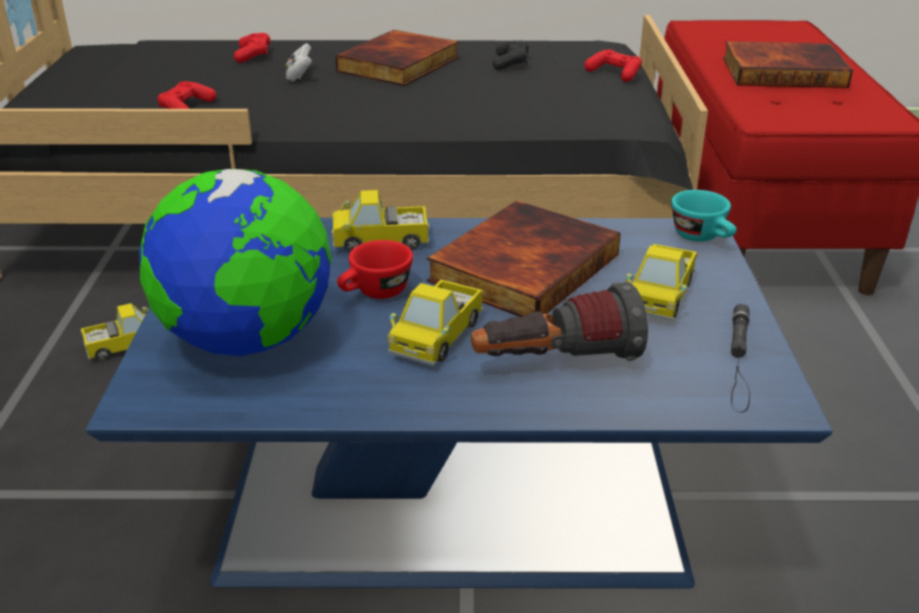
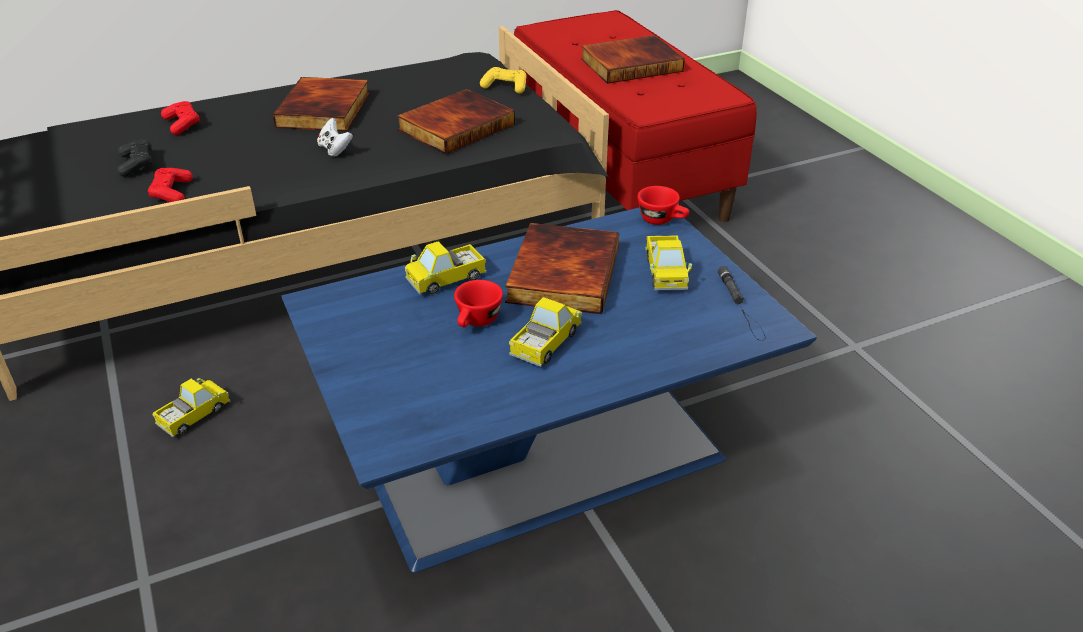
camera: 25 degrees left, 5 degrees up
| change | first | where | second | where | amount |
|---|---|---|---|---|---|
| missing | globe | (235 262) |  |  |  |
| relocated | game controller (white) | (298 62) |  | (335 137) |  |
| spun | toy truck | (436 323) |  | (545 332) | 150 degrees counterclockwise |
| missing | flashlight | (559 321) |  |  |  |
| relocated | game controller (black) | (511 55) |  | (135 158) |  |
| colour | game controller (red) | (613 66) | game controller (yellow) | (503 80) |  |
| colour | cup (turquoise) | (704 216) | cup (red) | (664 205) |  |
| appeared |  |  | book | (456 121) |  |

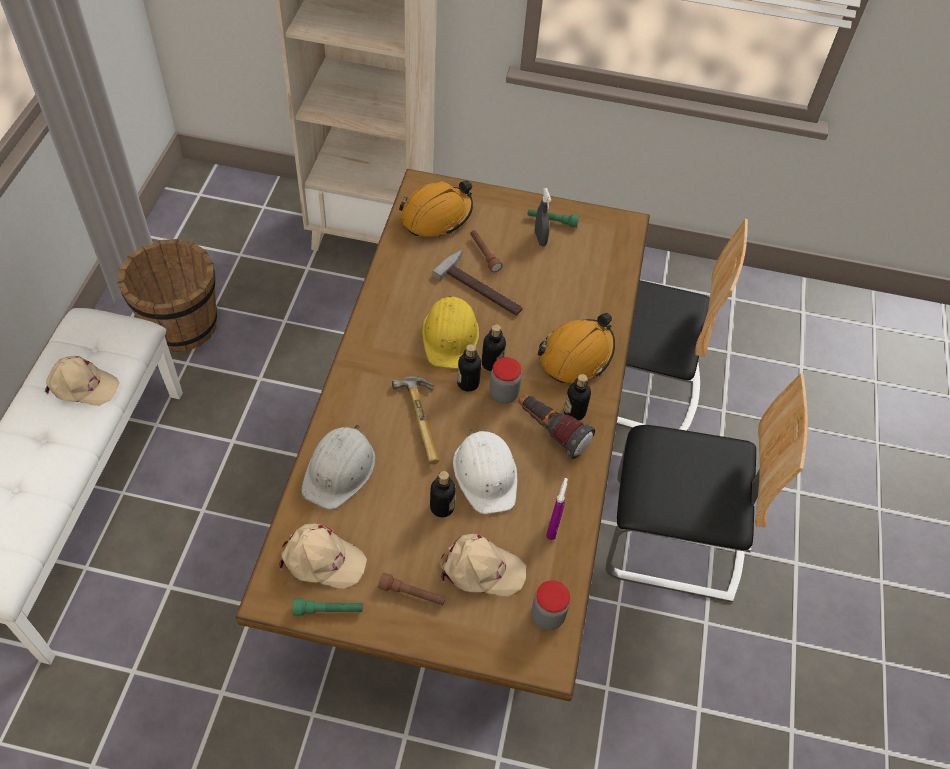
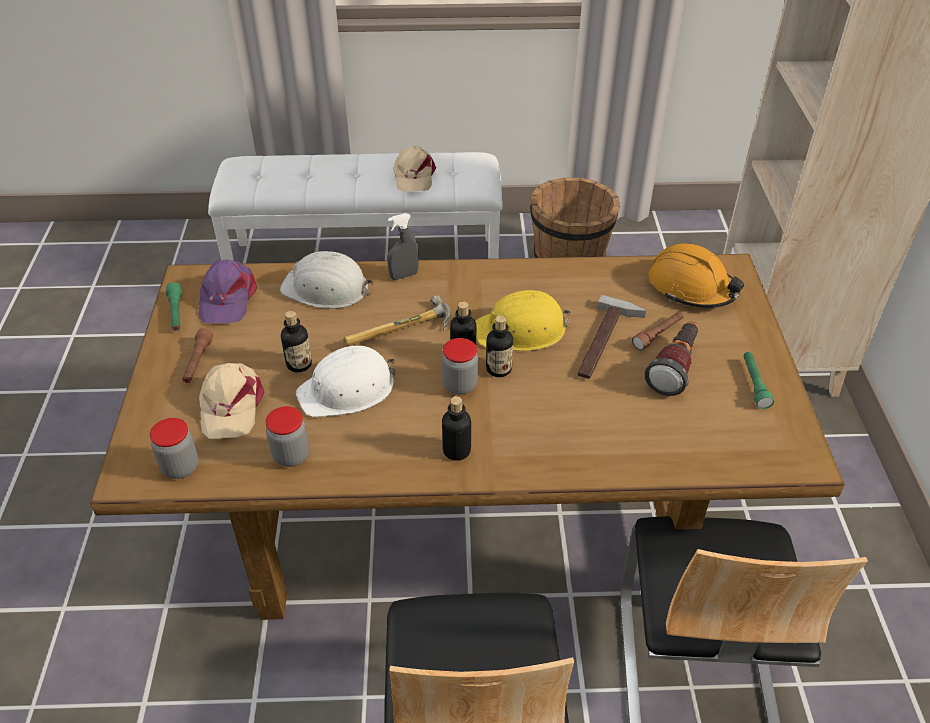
camera: 80 degrees right, 10 degrees down
| change | first | where | second | where | amount |
|---|---|---|---|---|---|
| colour | cap (beige) | (323 556) | cap (purple) | (228 291) |  |
| relocated | flashlight | (557 427) |  | (671 358) |  |
| relocated | spray bottle (grey) | (543 217) |  | (403 246) |  |
| missing | hard hat (orange) | (576 348) |  |  |  |
| exchanged | spray bottle (purple) | (557 509) | jar | (287 436) |  |

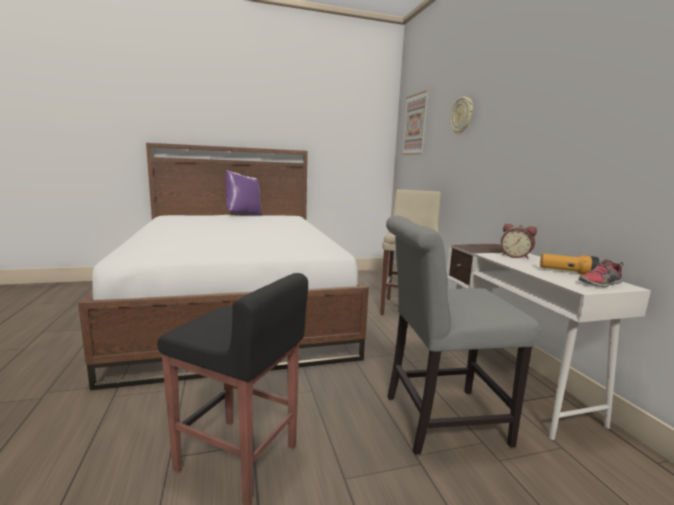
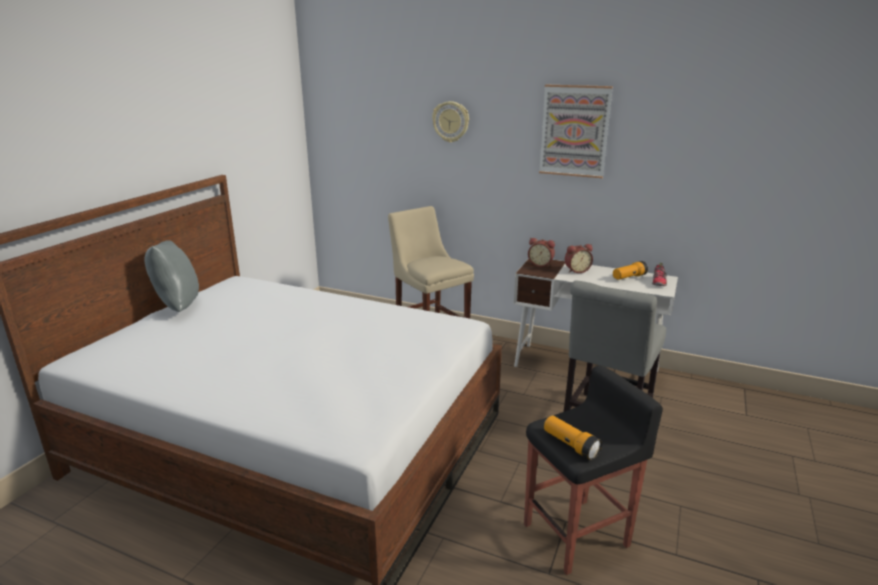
camera: 50 degrees left, 10 degrees up
| change | first | where | second | where | amount |
|---|---|---|---|---|---|
| colour | pillow (purple) | (243 192) | pillow (grey) | (171 276) |  |
| relocated | picture | (415 122) |  | (576 131) |  |
| appeared |  |  | alarm clock | (541 252) |  |
| appeared |  |  | flashlight | (573 437) |  |

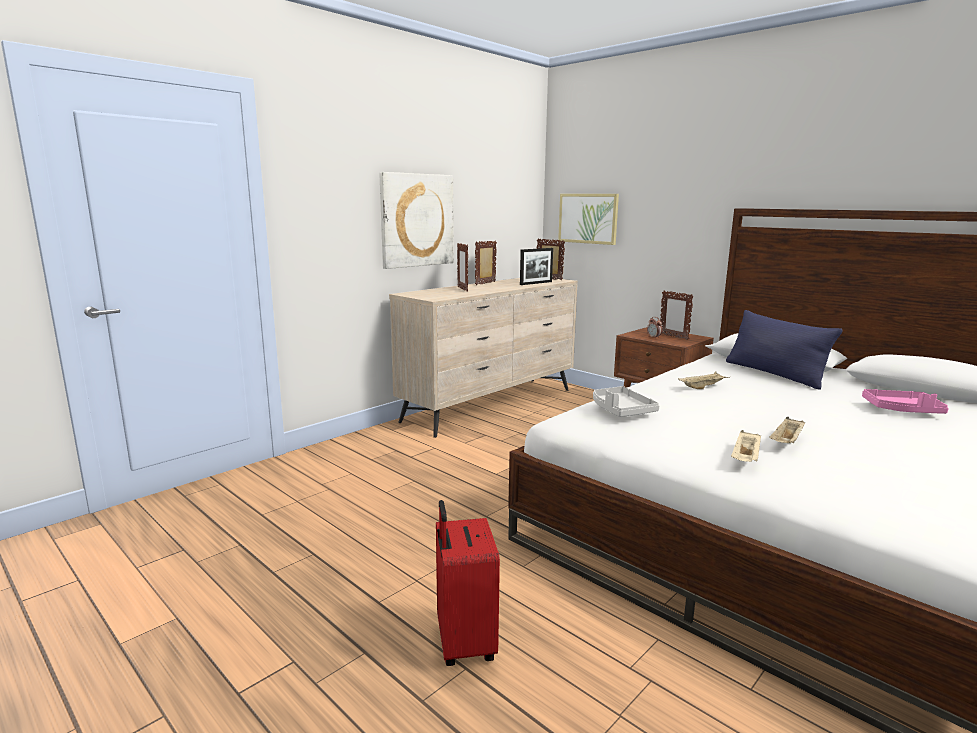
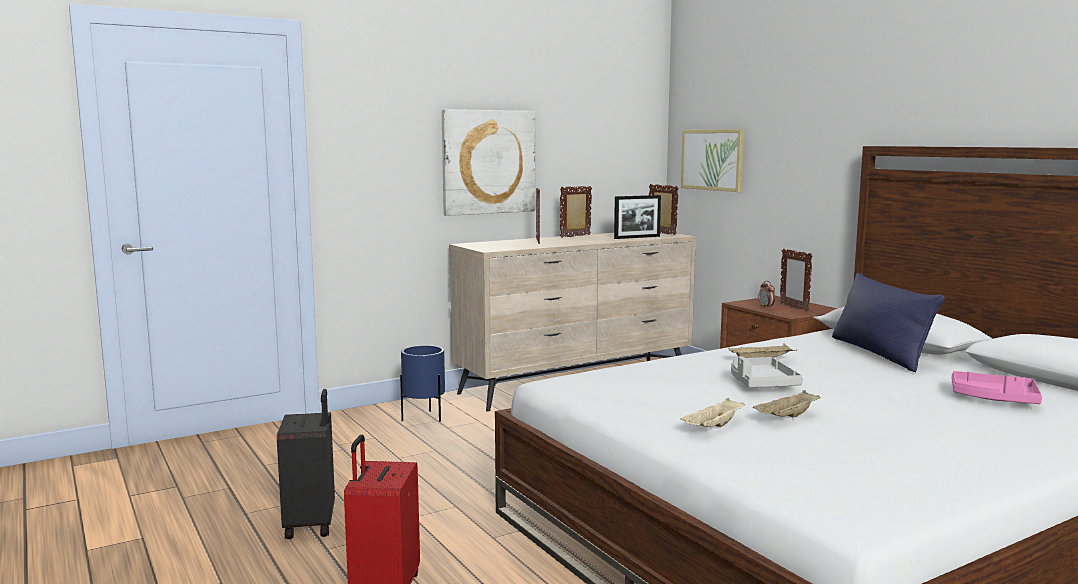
camera: 15 degrees right, 5 degrees down
| change | first | where | second | where | amount |
|---|---|---|---|---|---|
| relocated | tray (grey) | (626 401) |  | (767 372) |  |
| appeared |  |  | suitcase (black) | (306 464) |  |
| appeared |  |  | planter (blue) | (422 383) |  |

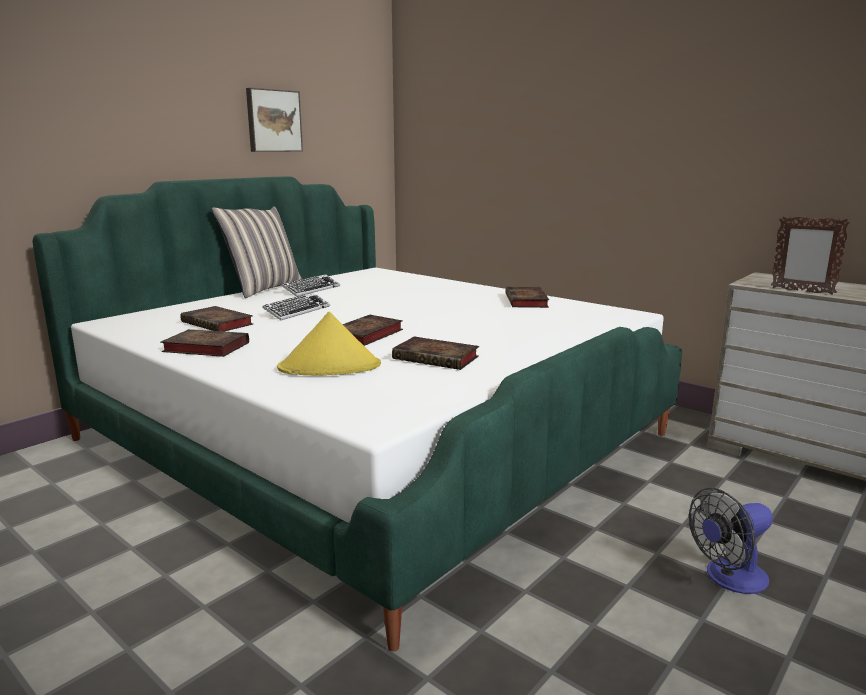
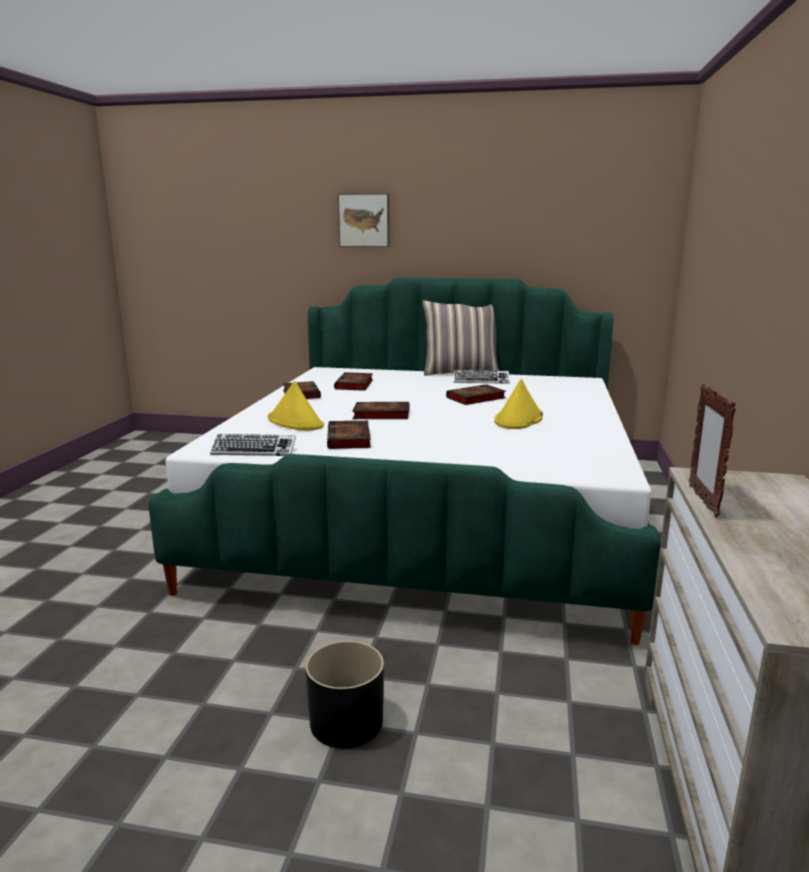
camera: 60 degrees right, 0 degrees up
| change | first | where | second | where | amount |
|---|---|---|---|---|---|
| relocated | picture | (274 120) |  | (364 220) |  |
| relocated | keyboard | (296 306) |  | (253 445) |  |
| relocated | book | (527 297) |  | (476 394) |  |
| exchanged | fan | (731 541) | planter (black) | (344 694) |  |
| appeared |  |  | hat (yellow) | (518 404) |  |

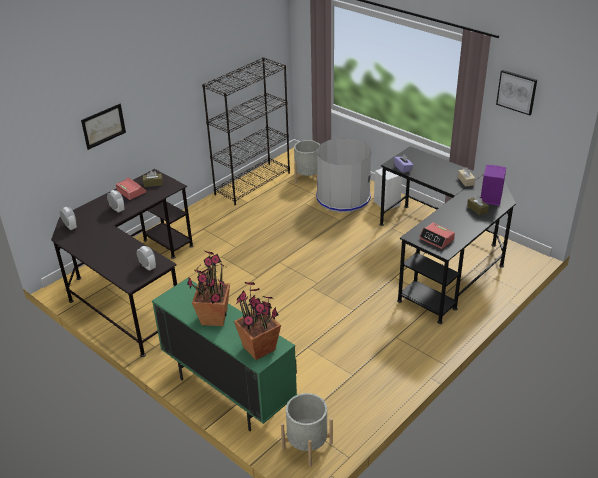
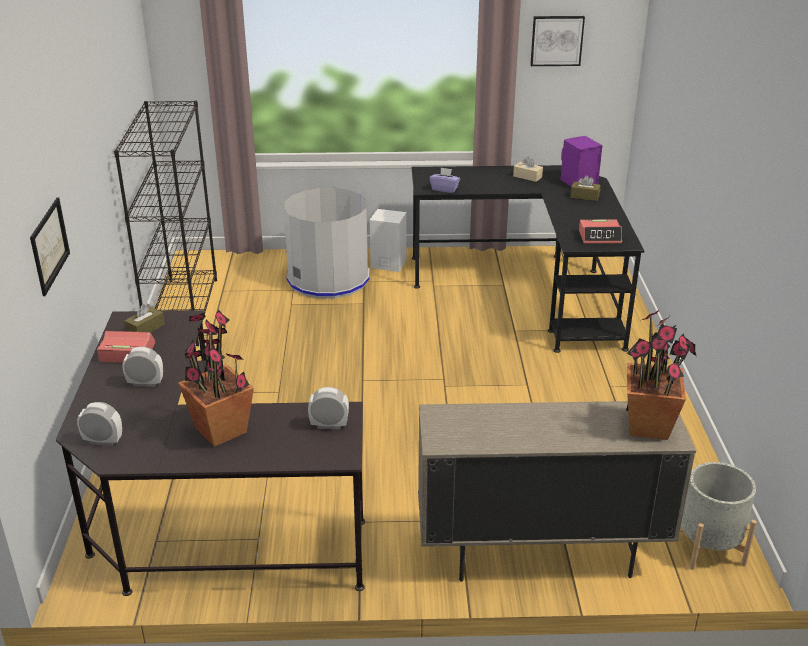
camera: 45 degrees left, 5 degrees down
| change | first | where | second | where | amount |
|---|---|---|---|---|---|
| colour | cabinet (green) | (224 354) | cabinet (beige) | (557 491) |  |
| relocated | potted plant | (208 288) |  | (216 378) |  |
| missing | planter (grey) | (307 162) |  |  |  |

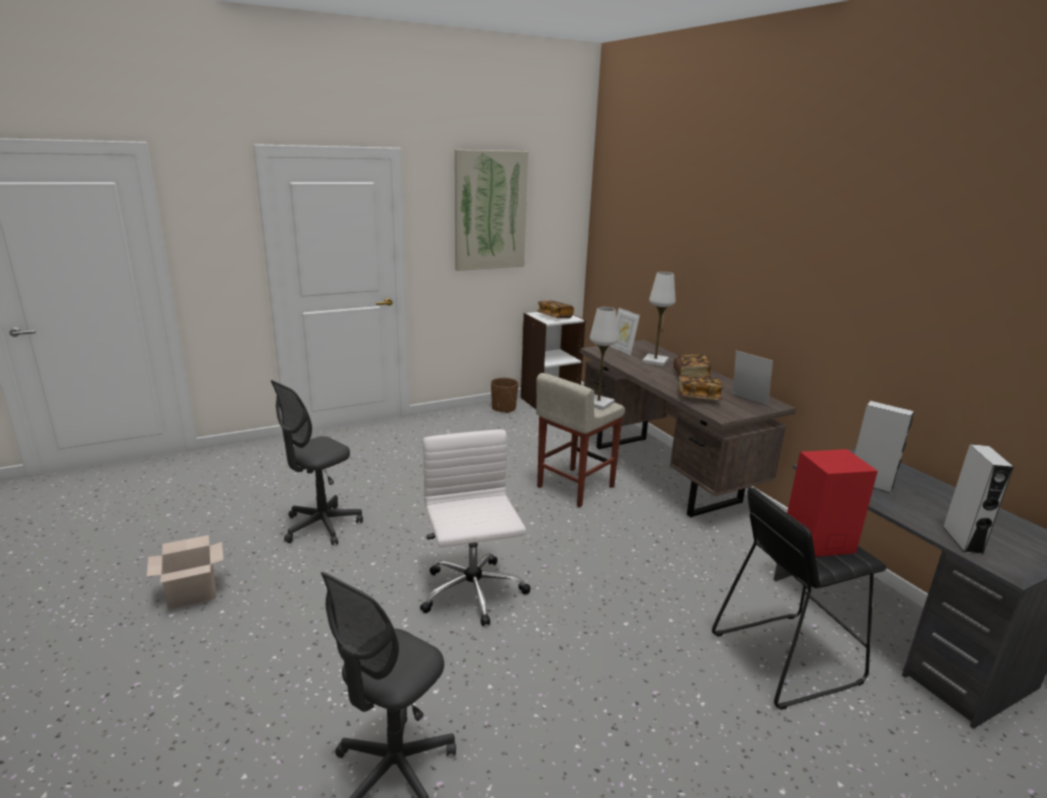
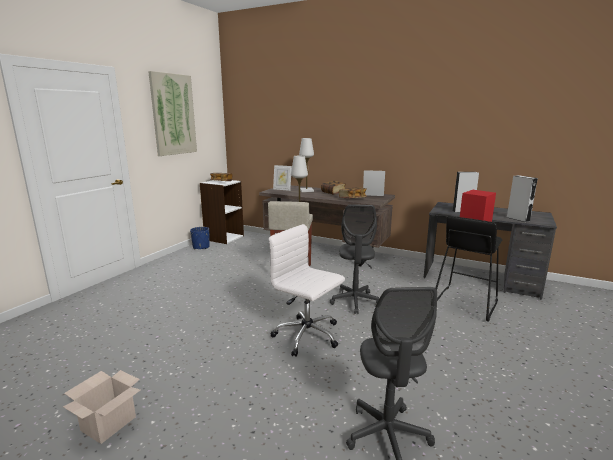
camera: 35 degrees left, 5 degrees down
| change | first | where | second | where | amount |
|---|---|---|---|---|---|
| relocated | office chair (grey) | (317 463) |  | (354 259) |  |
| colour | planter (brown) | (504 395) | planter (blue) | (200 238) |  |

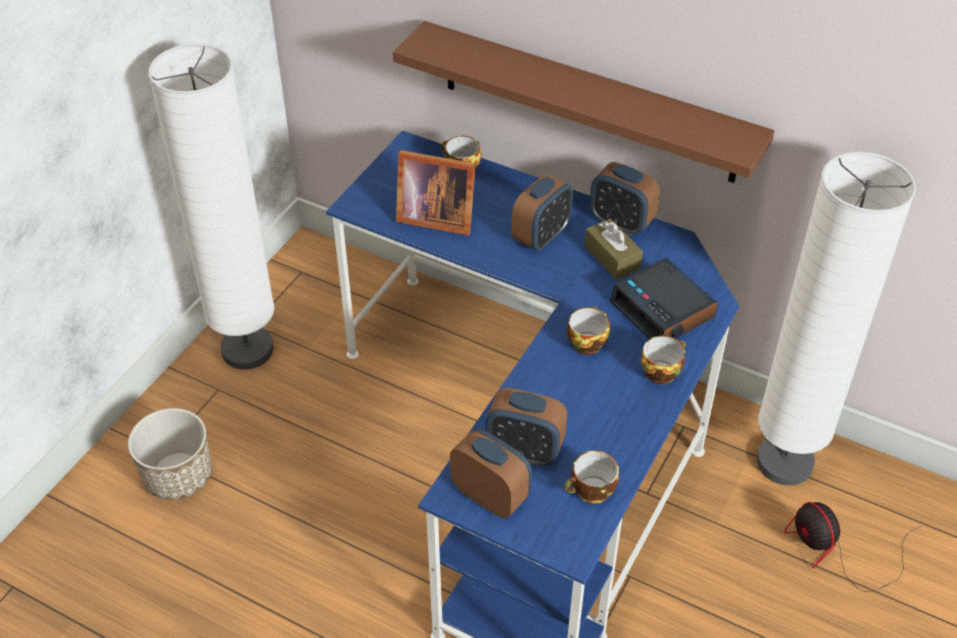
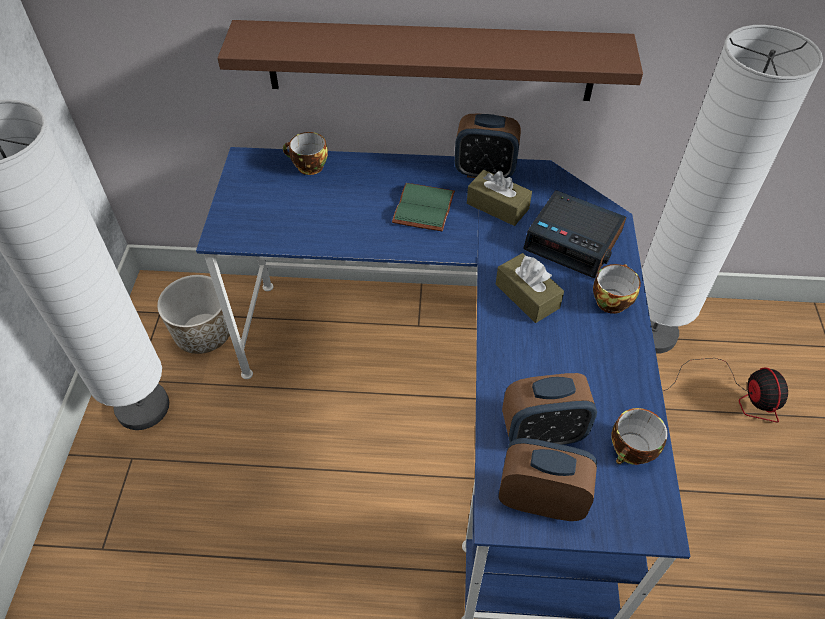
camera: 25 degrees left, 5 degrees up
| change | first | where | second | where | amount |
|---|---|---|---|---|---|
| relocated | planter | (169 454) |  | (193 314) |  |
| missing | picture frame | (436 193) |  |  |  |
| exchanged | alarm clock | (542 212) | book (green) | (423 207) |  |
| exchanged | cup | (588 330) | tissue box (brown) | (530 288) |  |
| spun | fan | (852 547) |  | (725 390) | 135 degrees counterclockwise |

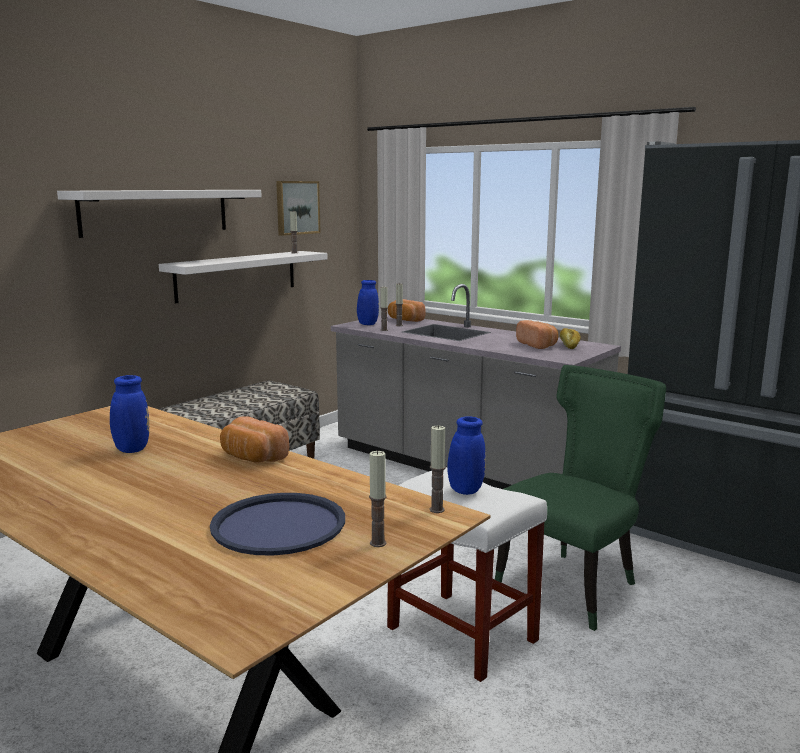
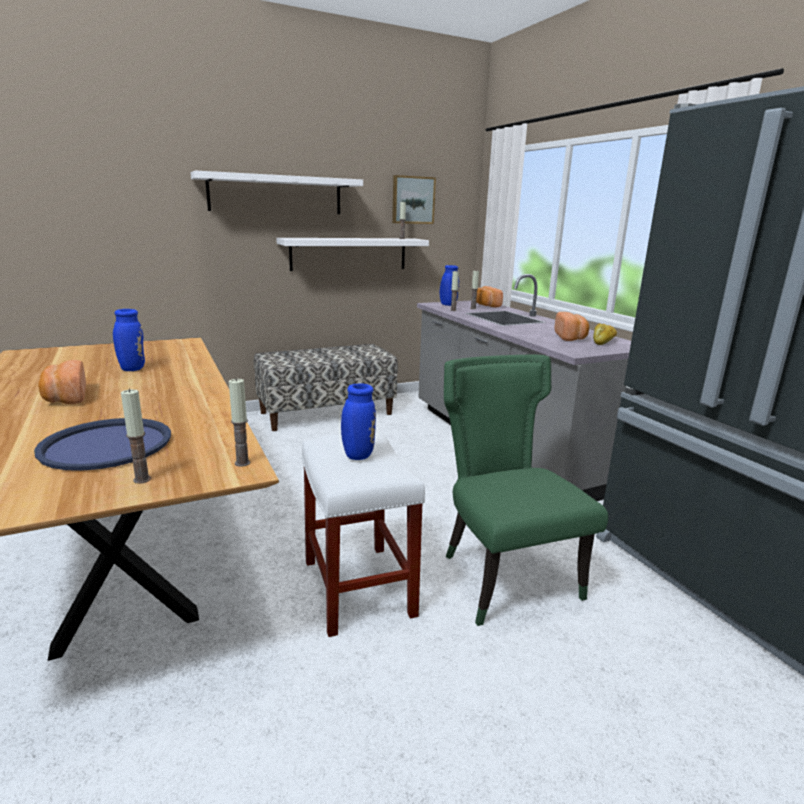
camera: 25 degrees right, 5 degrees up
| change | first | where | second | where | amount |
|---|---|---|---|---|---|
| relocated | bread | (254 439) |  | (62 382) |  |
| spun | chair (green) | (580 498) |  | (526 490) | 90 degrees counterclockwise |

